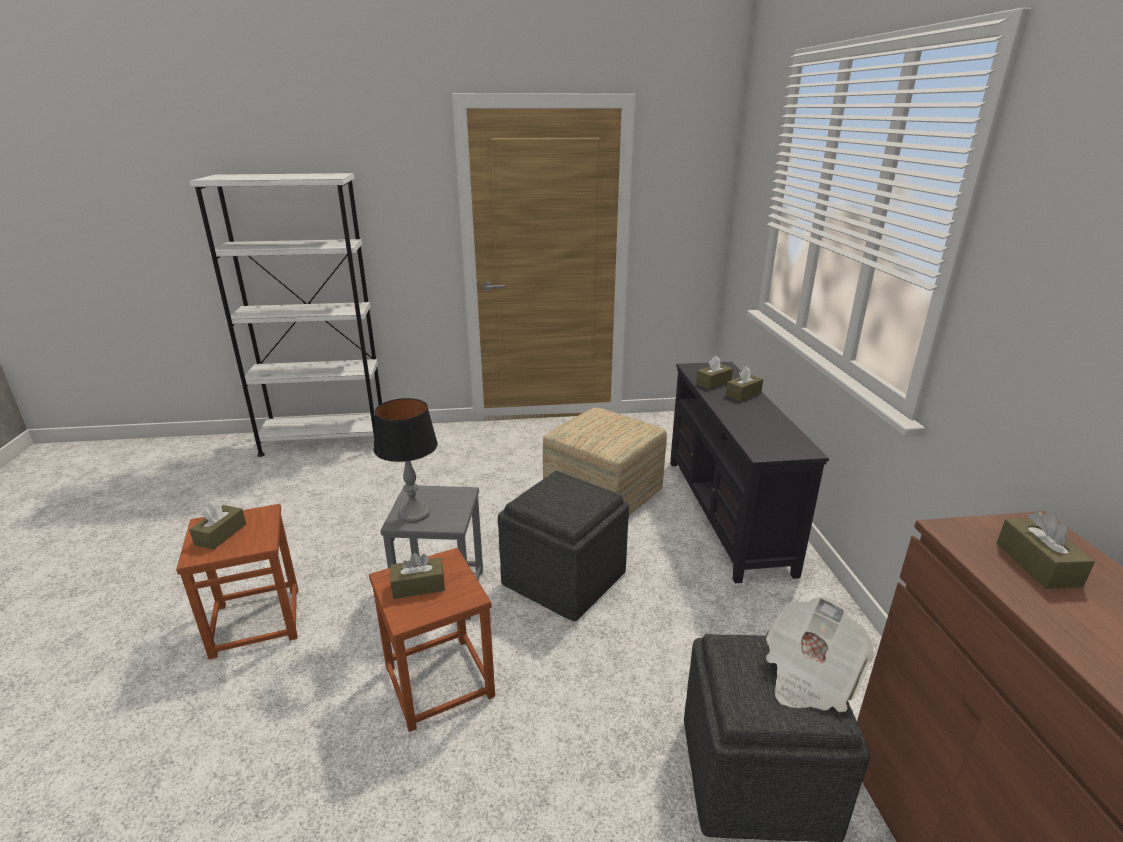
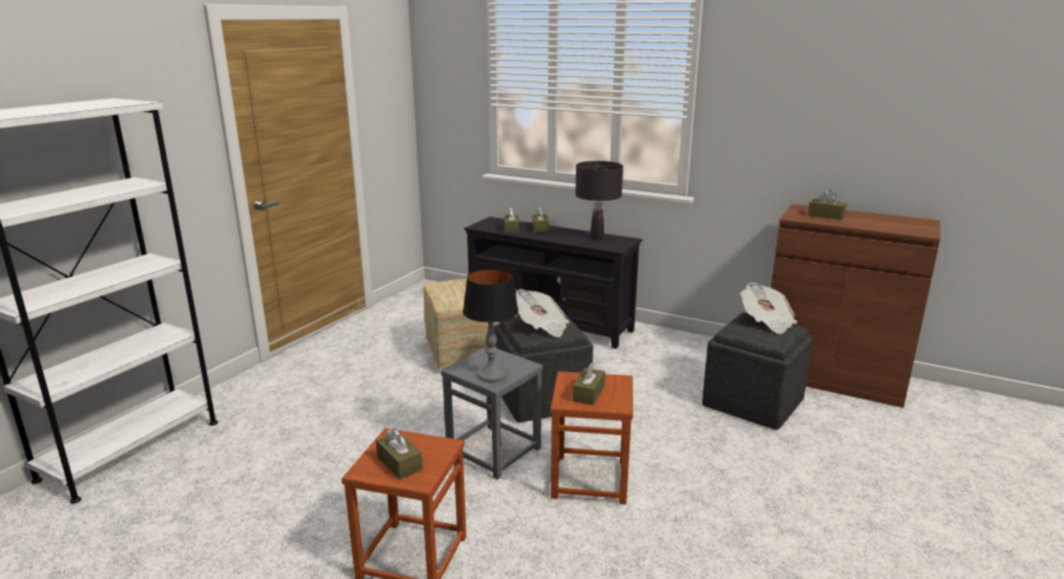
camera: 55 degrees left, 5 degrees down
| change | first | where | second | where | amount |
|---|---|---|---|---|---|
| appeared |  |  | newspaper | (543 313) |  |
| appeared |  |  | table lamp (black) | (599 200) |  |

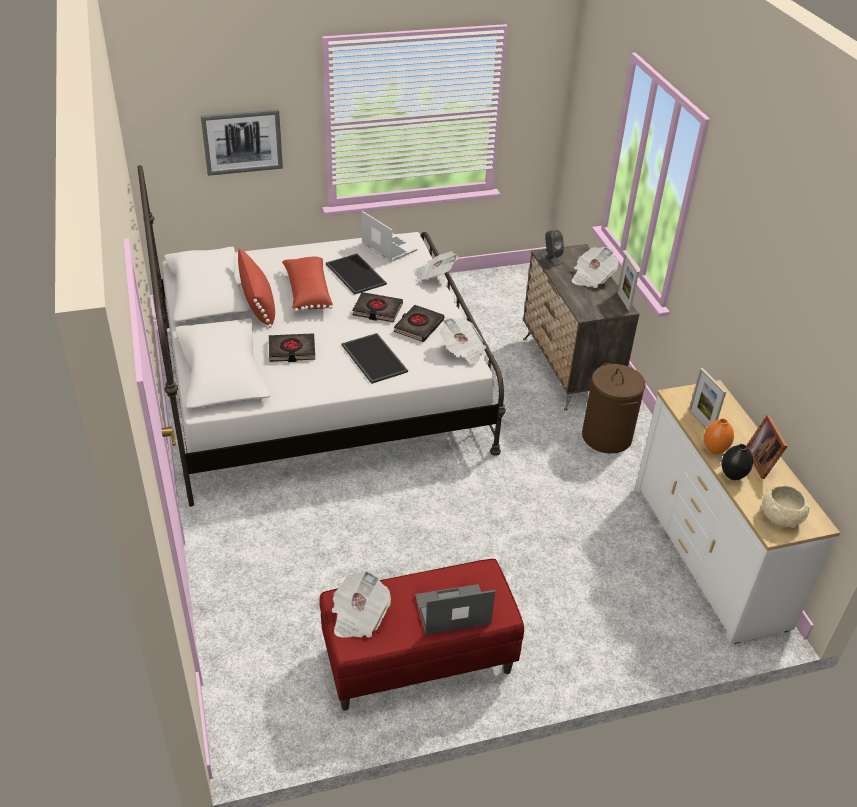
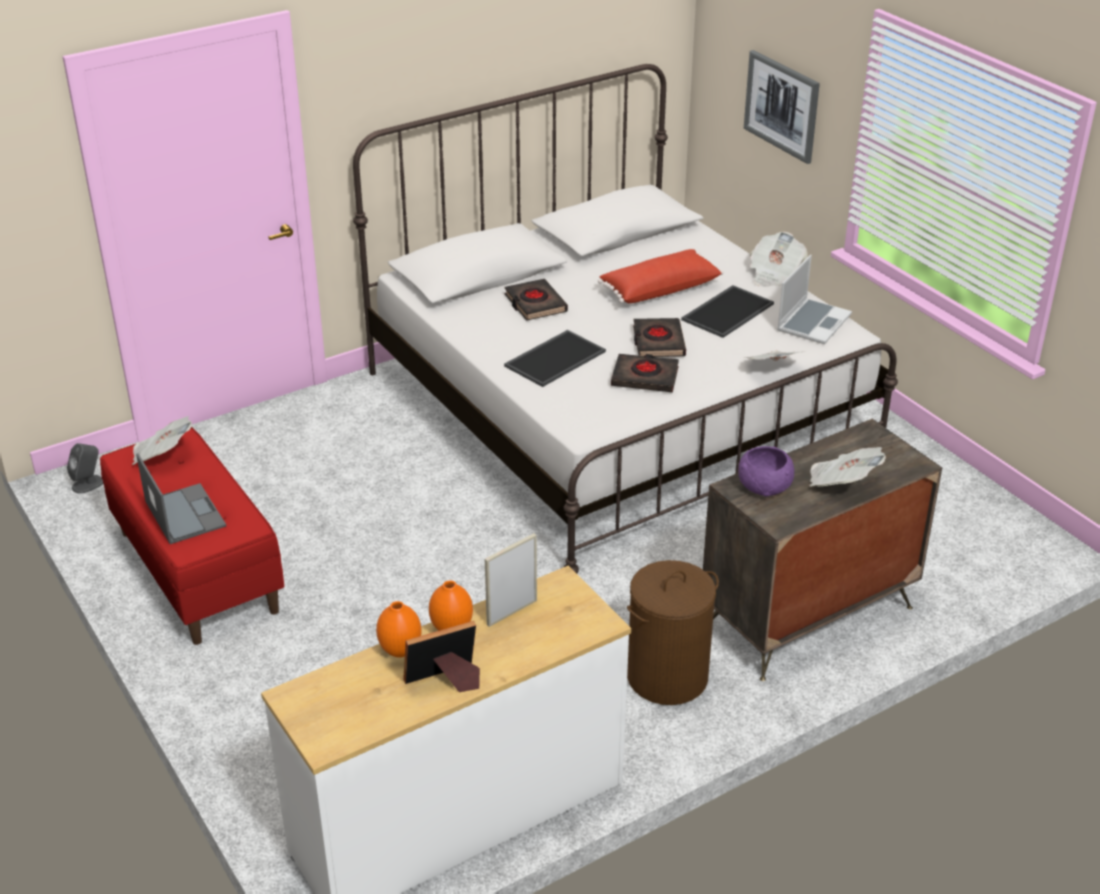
camera: 75 degrees right, 5 degrees down
| change | first | where | second | where | amount |
|---|---|---|---|---|---|
| missing | pillow (red) | (256 288) |  |  |  |
| relocated | newspaper | (463 340) |  | (779 259) |  |
| relocated | speaker (grey) | (553 247) |  | (85 468) |  |
| missing | picture frame | (628 282) |  |  |  |
| colour | vase (black) | (737 462) | vase (orange) | (399 629) |  |
| missing | bowl (beige) | (785 506) |  |  |  |
| appeared |  |  | bowl (purple) | (766 471) |  |

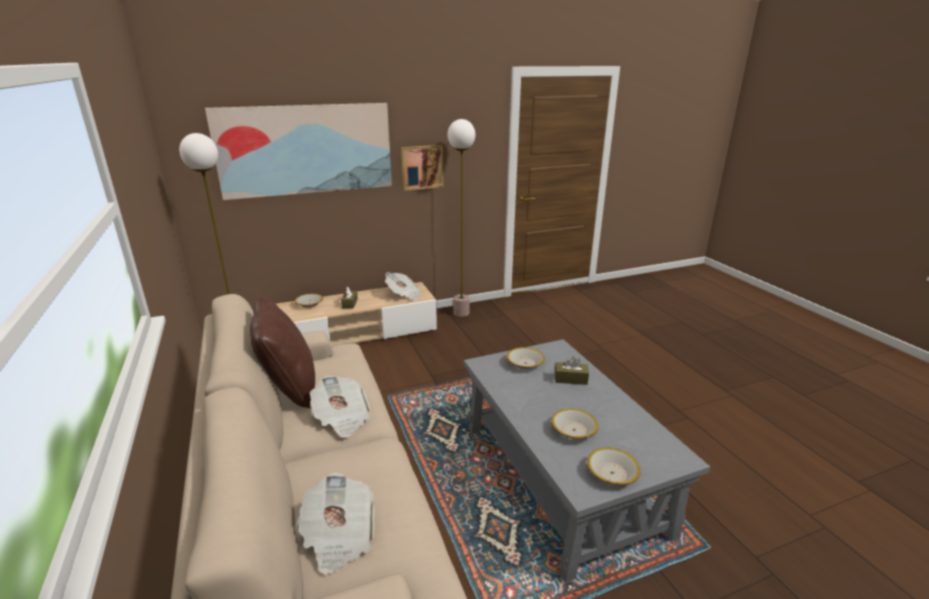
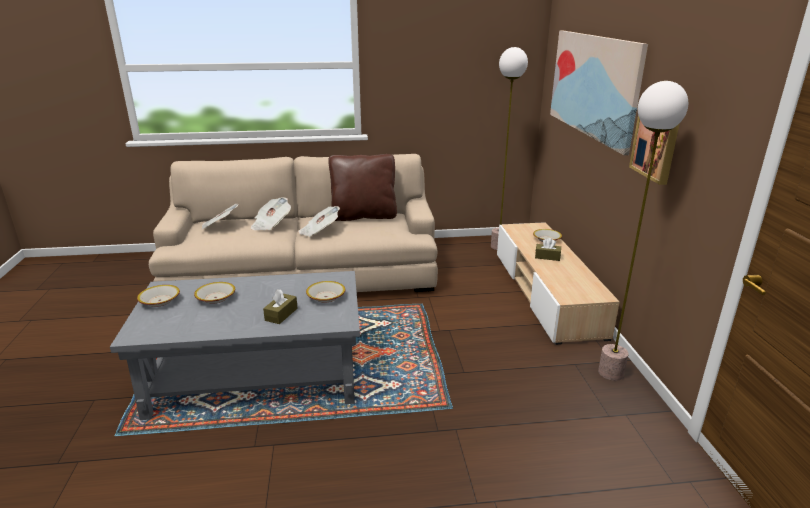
camera: 105 degrees right, 0 degrees up
| change | first | where | second | where | amount |
|---|---|---|---|---|---|
| relocated | newspaper | (403 286) |  | (270 214) |  |

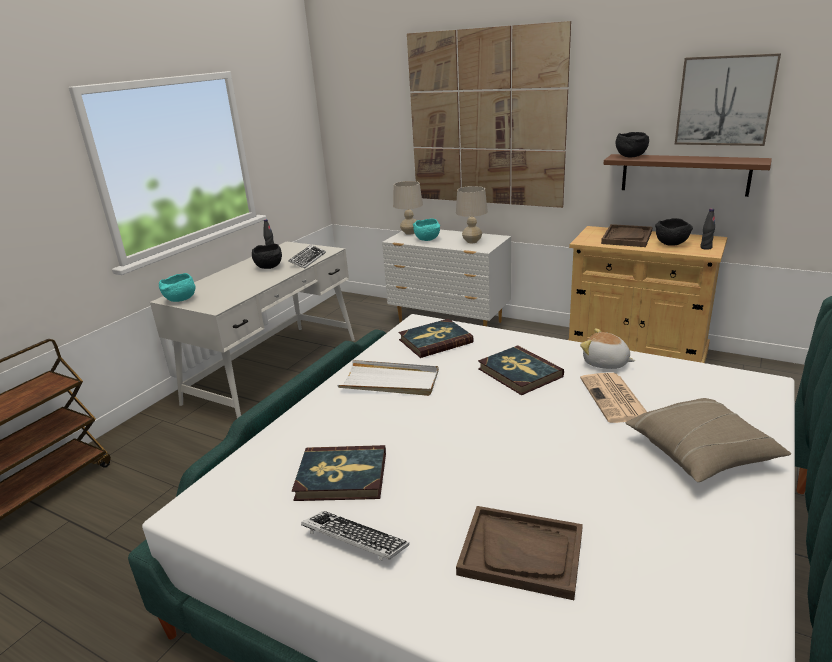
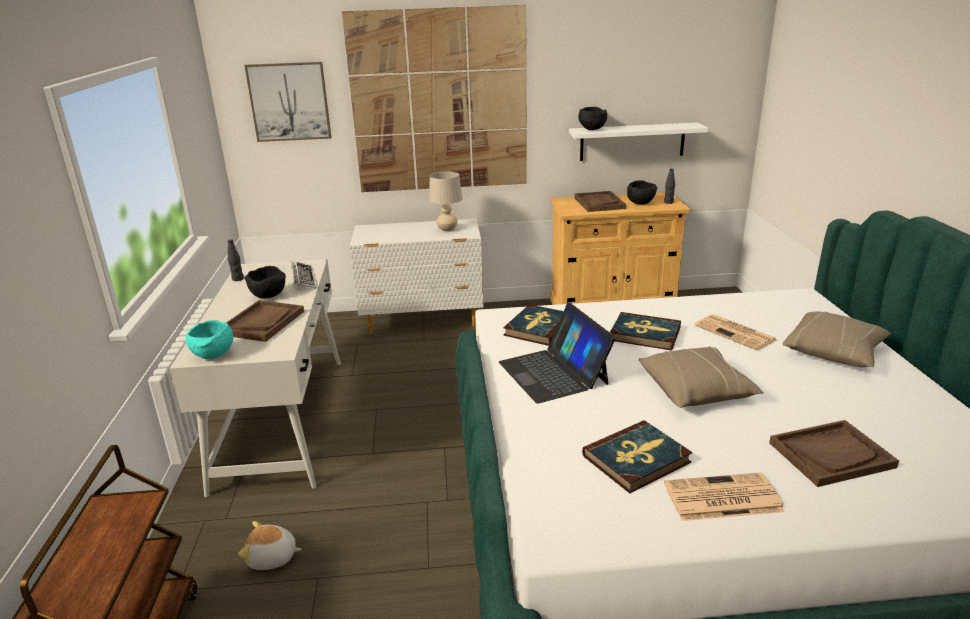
camera: 35 degrees left, 0 degrees up
| change | first | where | second | where | amount |
|---|---|---|---|---|---|
| exchanged | keyboard | (355 536) | newspaper | (724 497) |  |
| exchanged | tray (white) | (388 378) | laptop | (557 353) |  |
| missing | table lamp (beige) | (408 208) |  |  |  |
| missing | bowl (turquoise) | (426 230) |  |  |  |
| relocated | plush toy | (607 348) |  | (270 545) |  |
| colour | shelf (brown) | (687 175) | shelf (white) | (638 141) |  |
| relocated | picture | (728 99) |  | (288 102) |  |
| appeared |  |  | tray (brown) | (265 321) |  |
| appeared |  |  | pillow (beige) | (701 377) |  |

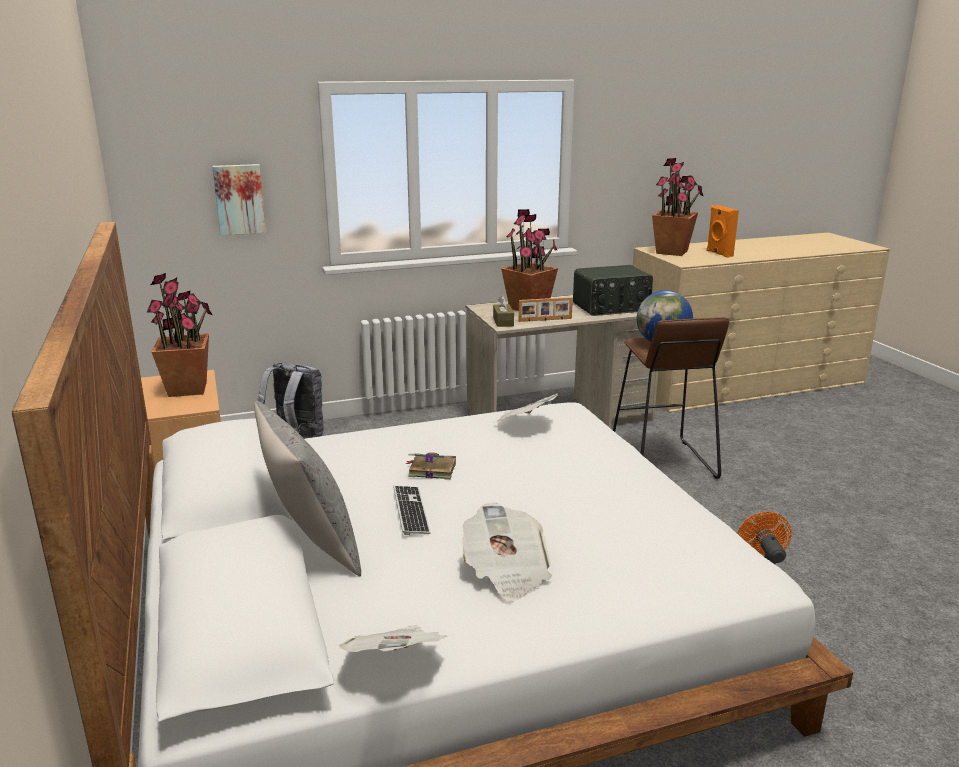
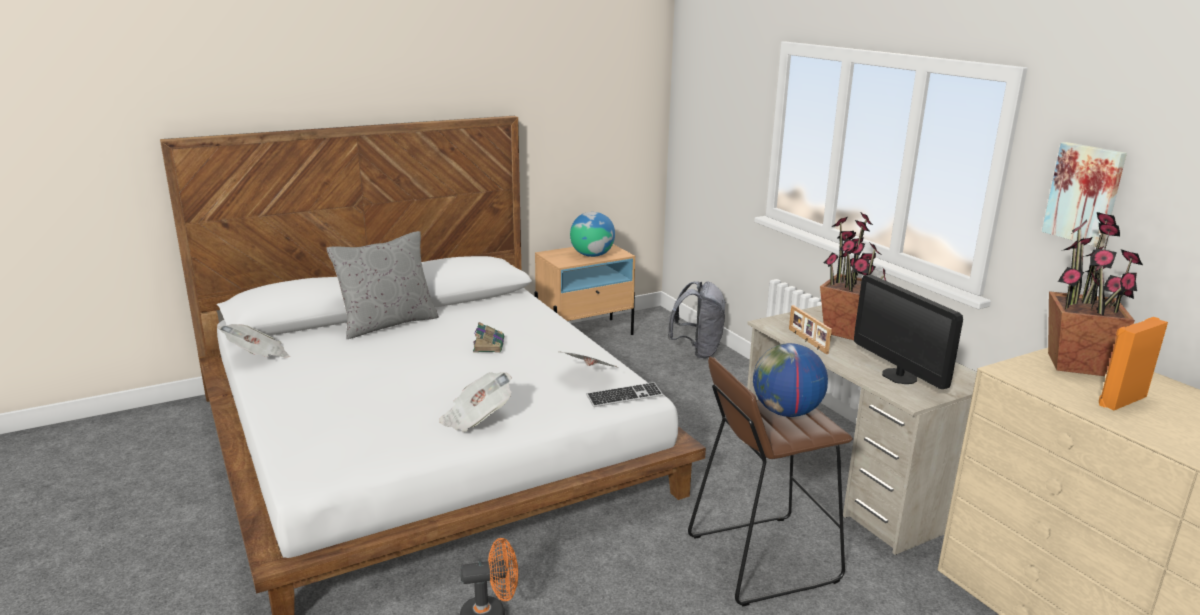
camera: 80 degrees right, 0 degrees up
| change | first | where | second | where | amount |
|---|---|---|---|---|---|
| exchanged | potted plant | (179 335) | globe | (592 234) |  |
| relocated | picture | (239 200) |  | (1084 194) |  |
| relocated | keyboard | (412 510) |  | (624 394) |  |
| relocated | newspaper | (507 552) |  | (475 402) |  |
| missing | tissue box (brown) | (503 311) |  |  |  |
| exchanged | radio | (613 290) | monitor | (908 332) |  |

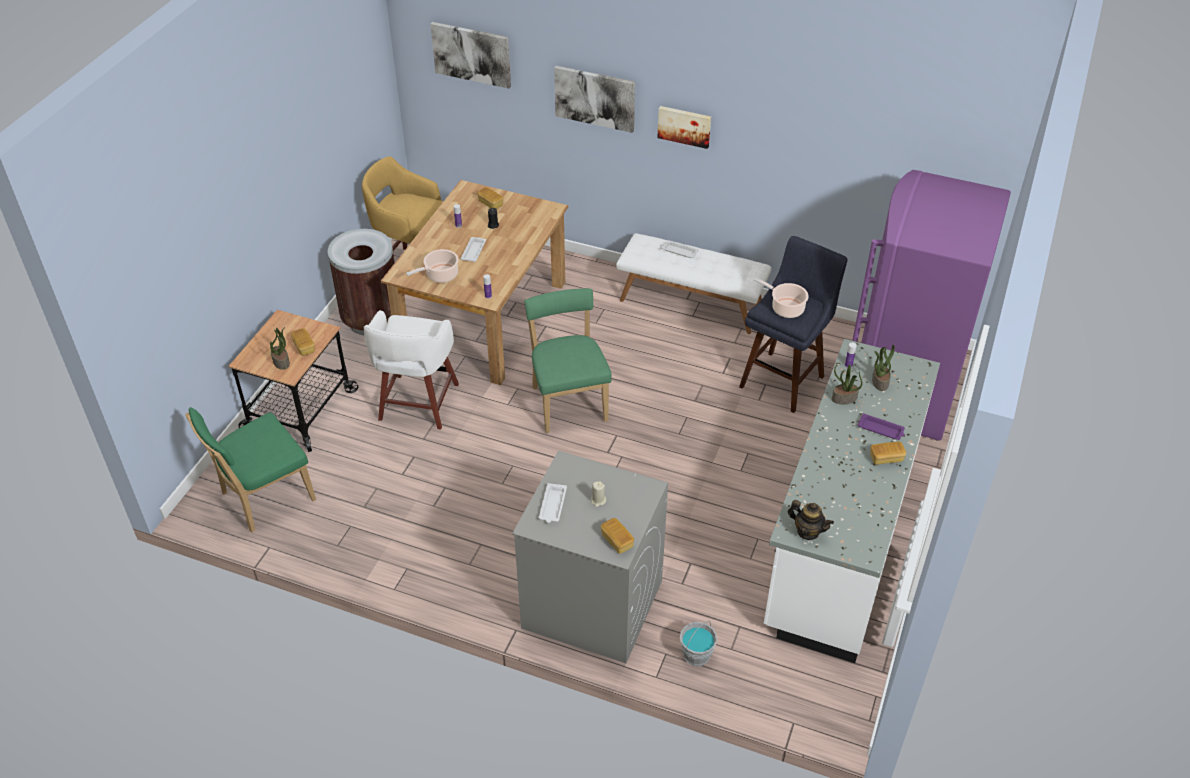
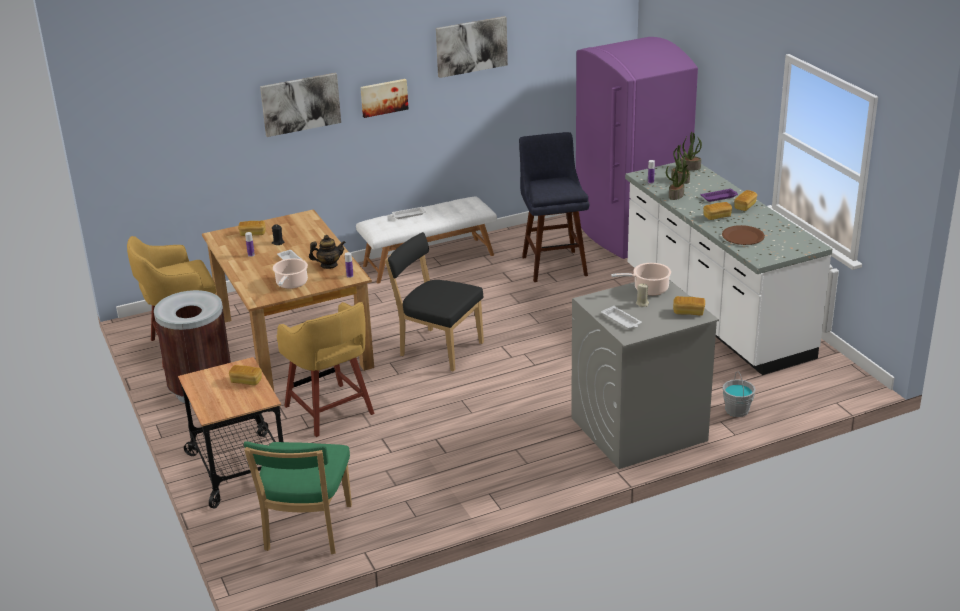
camera: 45 degrees left, 15 degrees down
| change | first | where | second | where | amount |
|---|---|---|---|---|---|
| relocated | potted plant | (280 348) |  | (691 151) |  |
| colour | stool (white) | (411 370) | stool (yellow) | (325 369) |  |
| relocated | picture | (470 55) |  | (472 47) |  |
| colour | chair (green) | (568 360) | chair (black) | (434 302) |  |
| relocated | cooking pot | (781 298) |  | (641 279) |  |
| relocated | teapot | (811 520) |  | (327 252) |  |
| appeared |  |  | bread | (717 211) |  |
| appeared |  |  | plate (brown) | (743 235) |  |

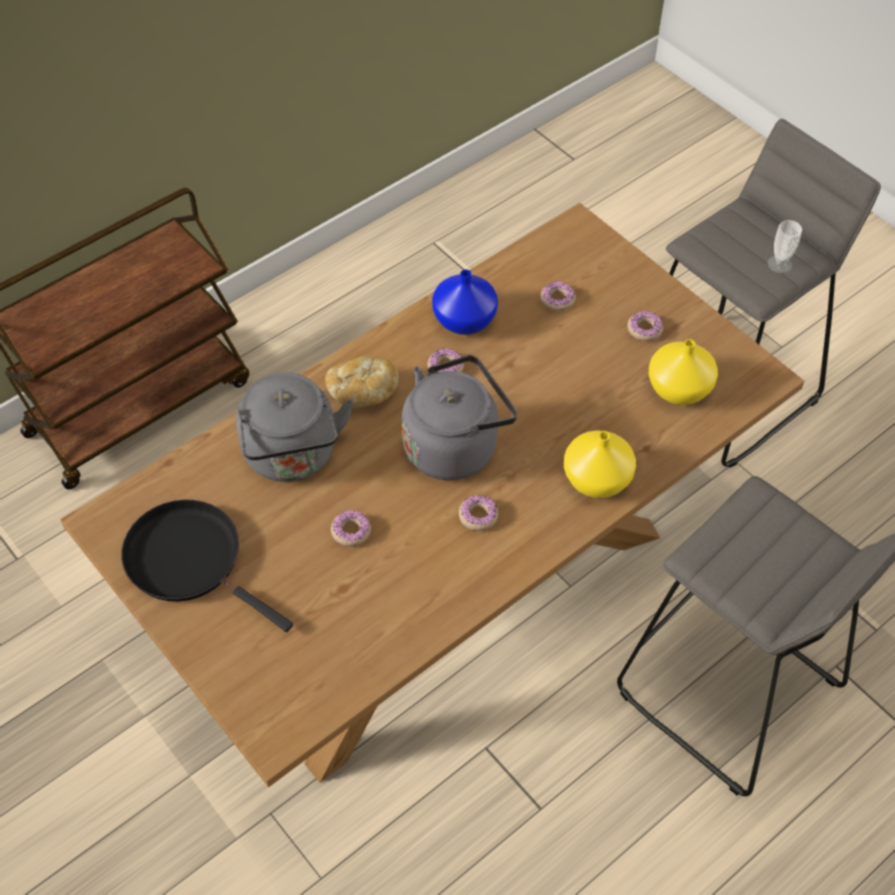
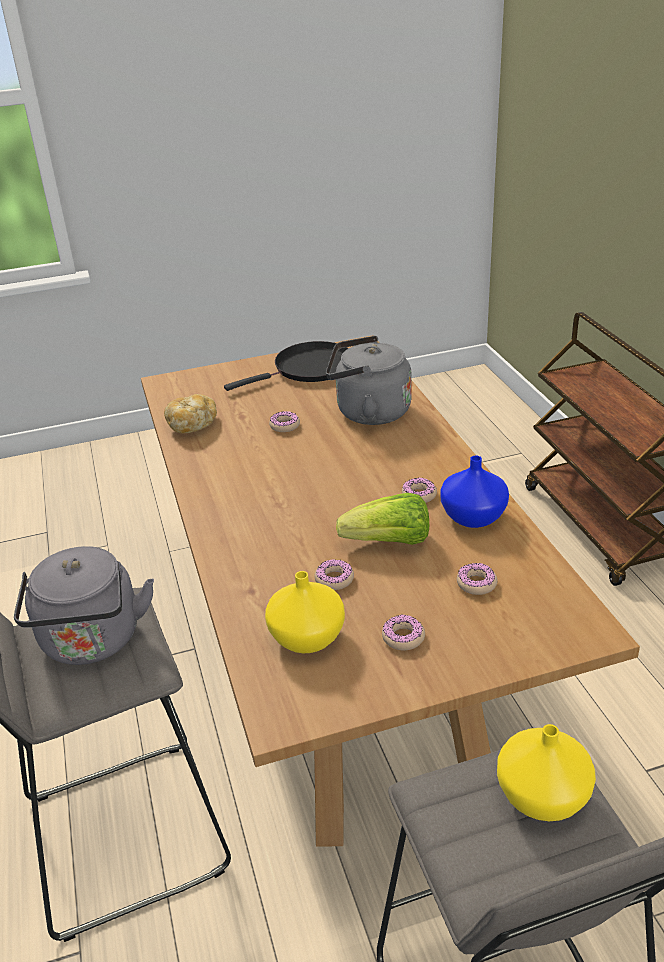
camera: 115 degrees right, 20 degrees down
| change | first | where | second | where | amount |
|---|---|---|---|---|---|
| relocated | bread | (362 382) |  | (190 413) |  |
| relocated | kettle (grey) | (459 417) |  | (84 605) |  |
| relocated | donut | (478 513) |  | (334 574) |  |
| relocated | vase (yellow) | (600 464) |  | (546 772) |  |
| missing | cup | (785 246) |  |  |  |
| appeared |  |  | lettuce | (382 519) |  |

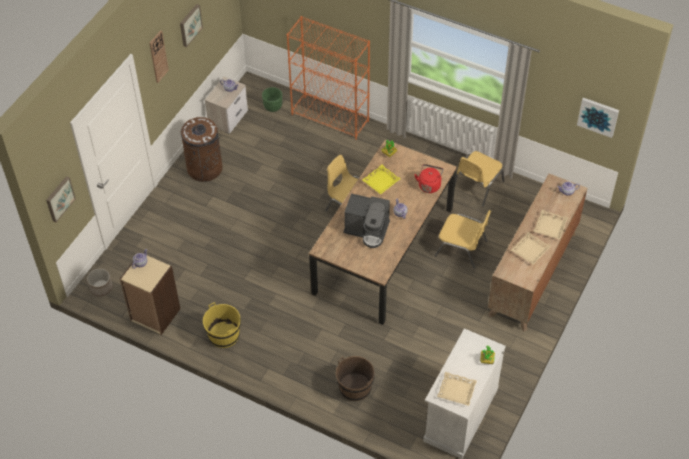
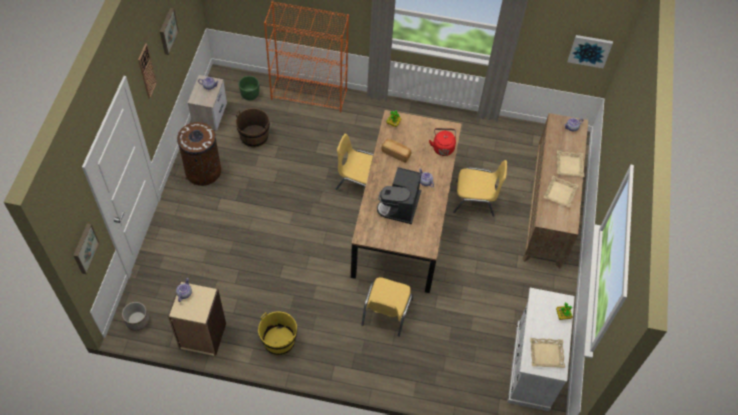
camera: 20 degrees left, 5 degrees up
| change | first | where | second | where | amount |
|---|---|---|---|---|---|
| relocated | bucket (brown) | (355 378) |  | (253 127) |  |
| spun | coffee machine | (366 220) |  | (399 195) | 105 degrees clockwise |
| exchanged | tray (yellow) | (381 179) | bread | (396 151) |  |
| relocated | chair (yellow) | (479 179) |  | (387 307) |  |

